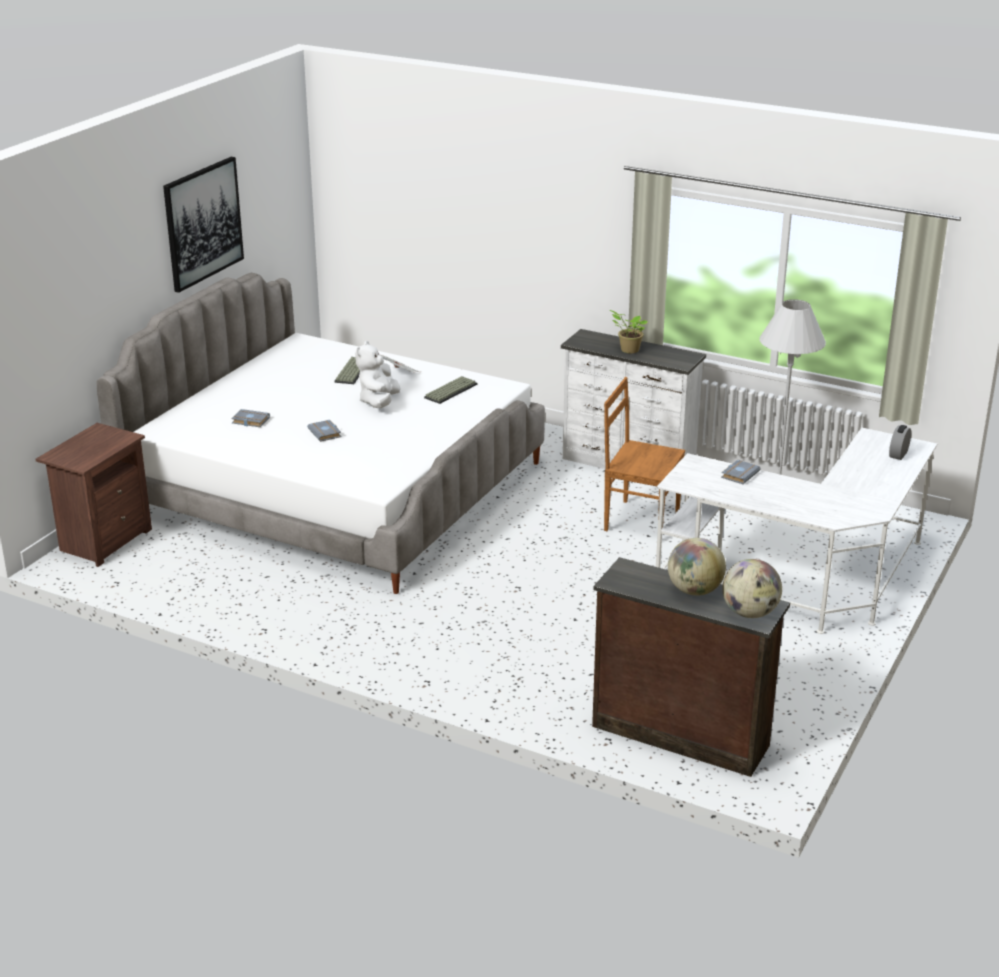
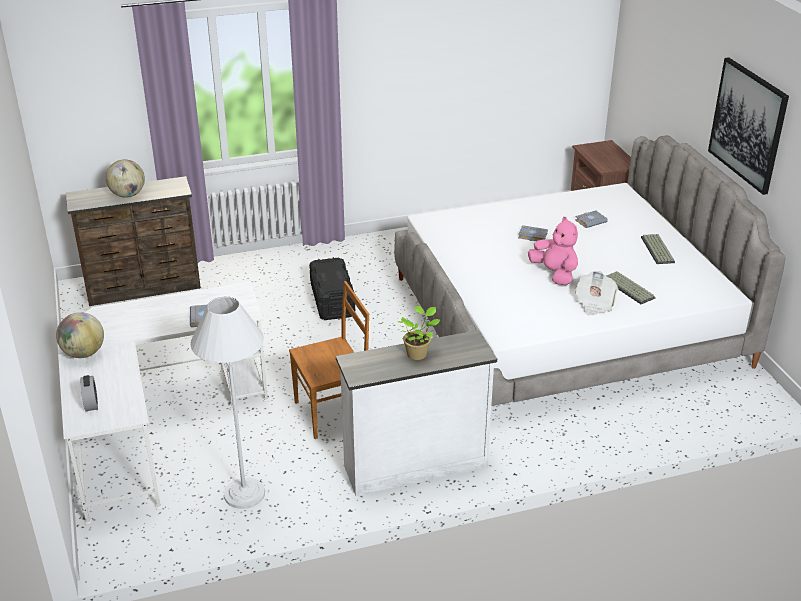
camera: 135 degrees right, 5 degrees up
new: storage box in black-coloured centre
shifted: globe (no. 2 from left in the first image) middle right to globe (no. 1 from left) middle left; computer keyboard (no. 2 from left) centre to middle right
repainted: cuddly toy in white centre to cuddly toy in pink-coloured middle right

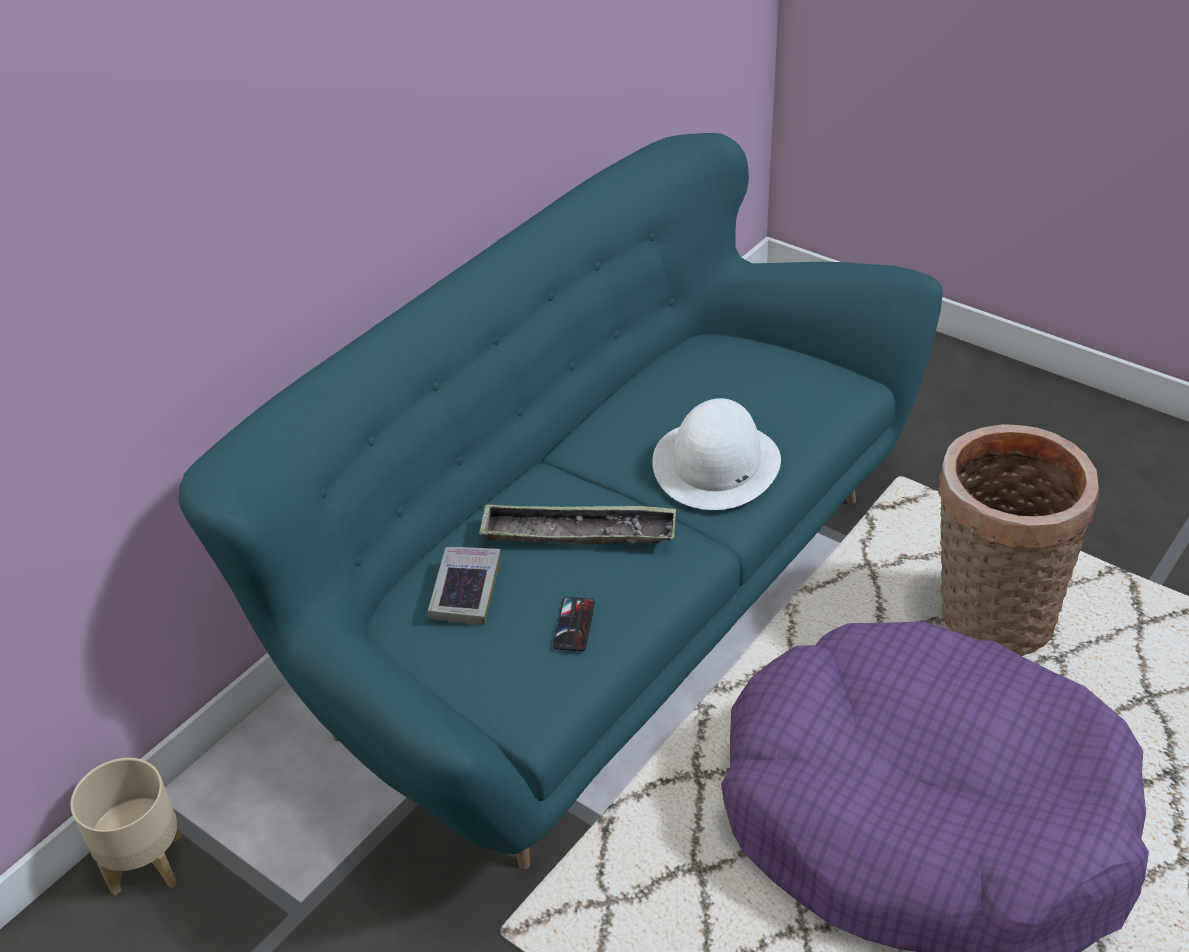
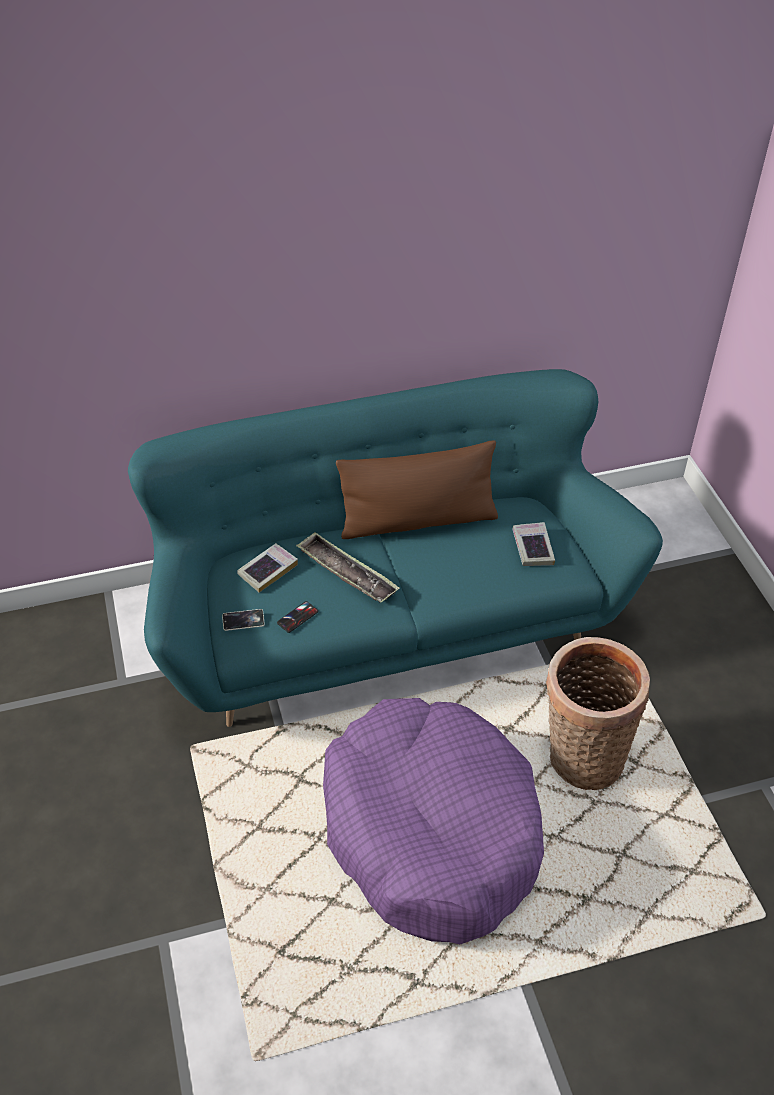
camera: 35 degrees right, 5 degrees up
gone: planter in beige bottom left; clothing hat in white centre
new: handset (no. 1 from left) middle left; throw pillow in brownish centre; bound book (no. 2 from left) middle right

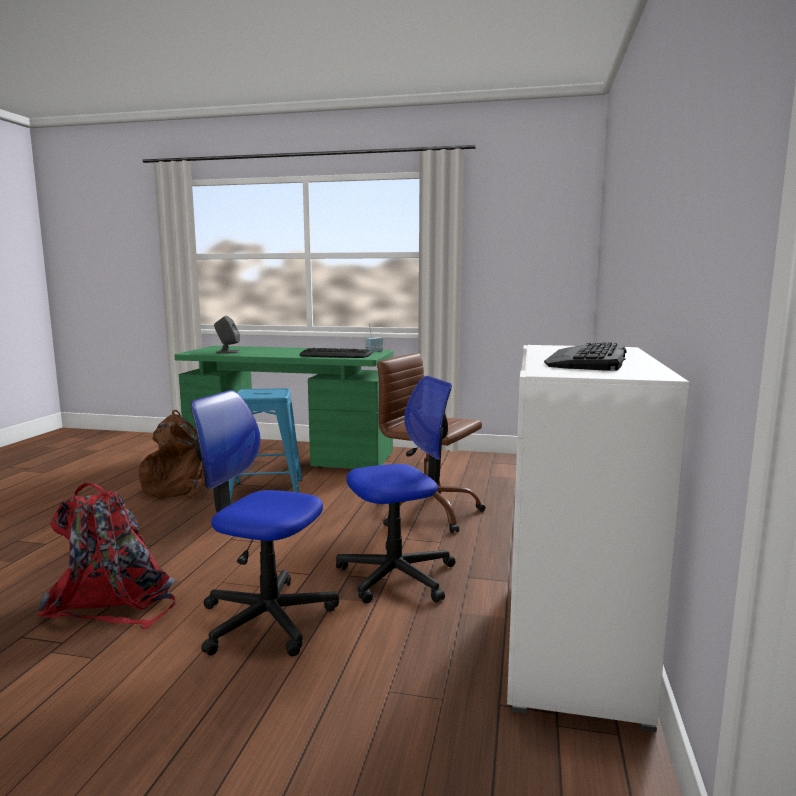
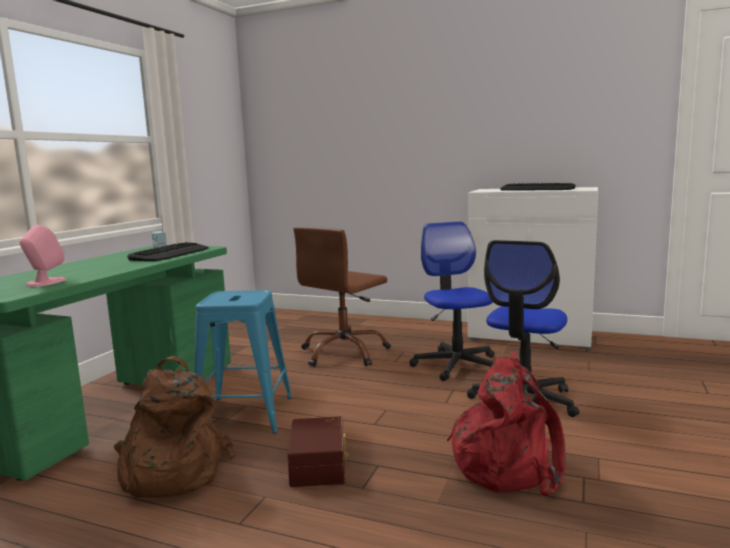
camera: 80 degrees left, 0 degrees up
new: storage box in brownish bottom centre
repainted: audio speaker in grey middle left to audio speaker in pink-coloured middle left

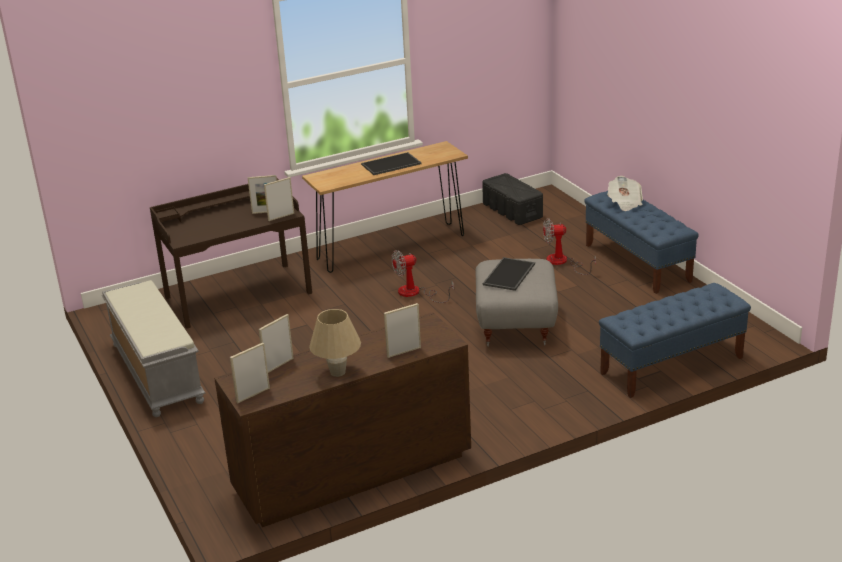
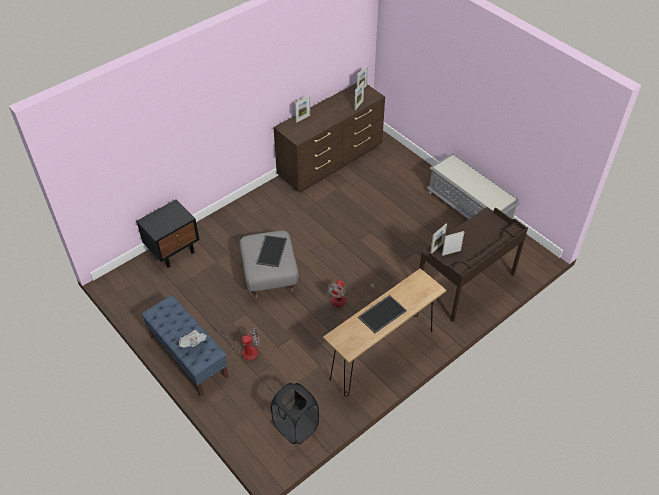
camera: 165 degrees right, 20 degrees up
gone: lamp for a table in beige centre
swapped: indoor bench in blue (no. 2 from left) middle right to bedside table in black-coloured middle left; storage box in black-coloured centre to hamper in black-coloured bottom centre
rotated: electric fan (no. 1 from left in the first image) centre = centre 150 degrees clockwise

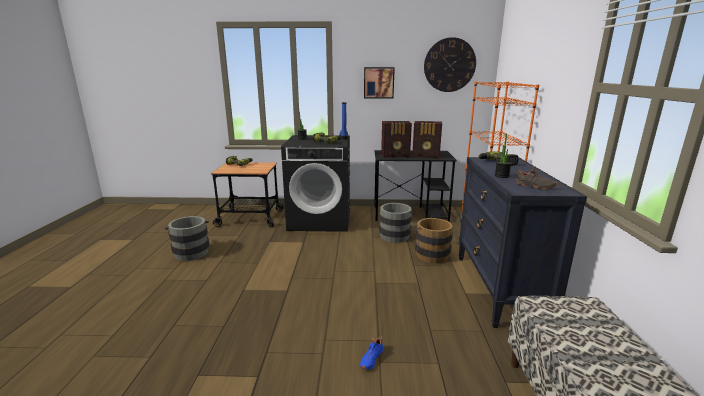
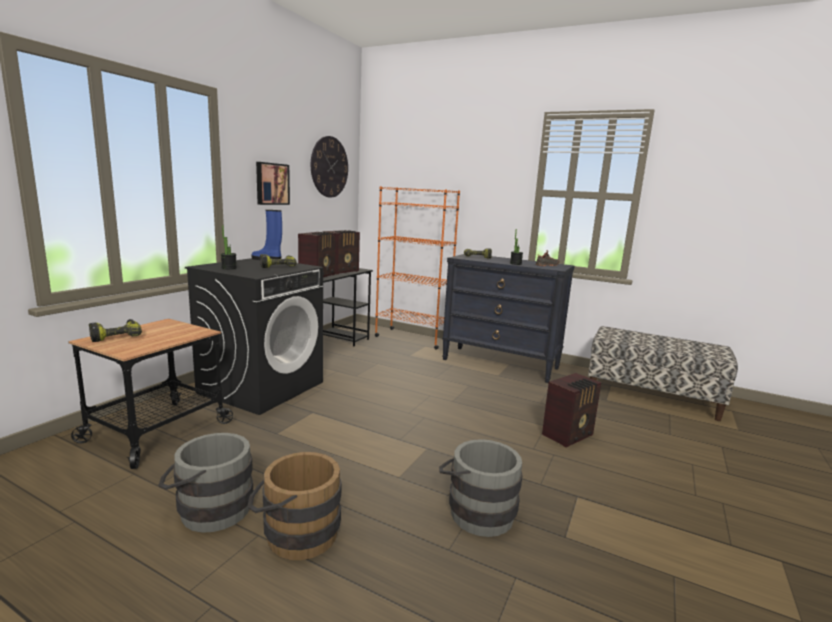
camera: 65 degrees left, 5 degrees down
shifted: bucket in brownish centre to bottom centre; bucket in grey (no. 2 from left) centre to bottom centre
swapped: shoe in blue bottom centre to radio (no. 3 from left) middle right

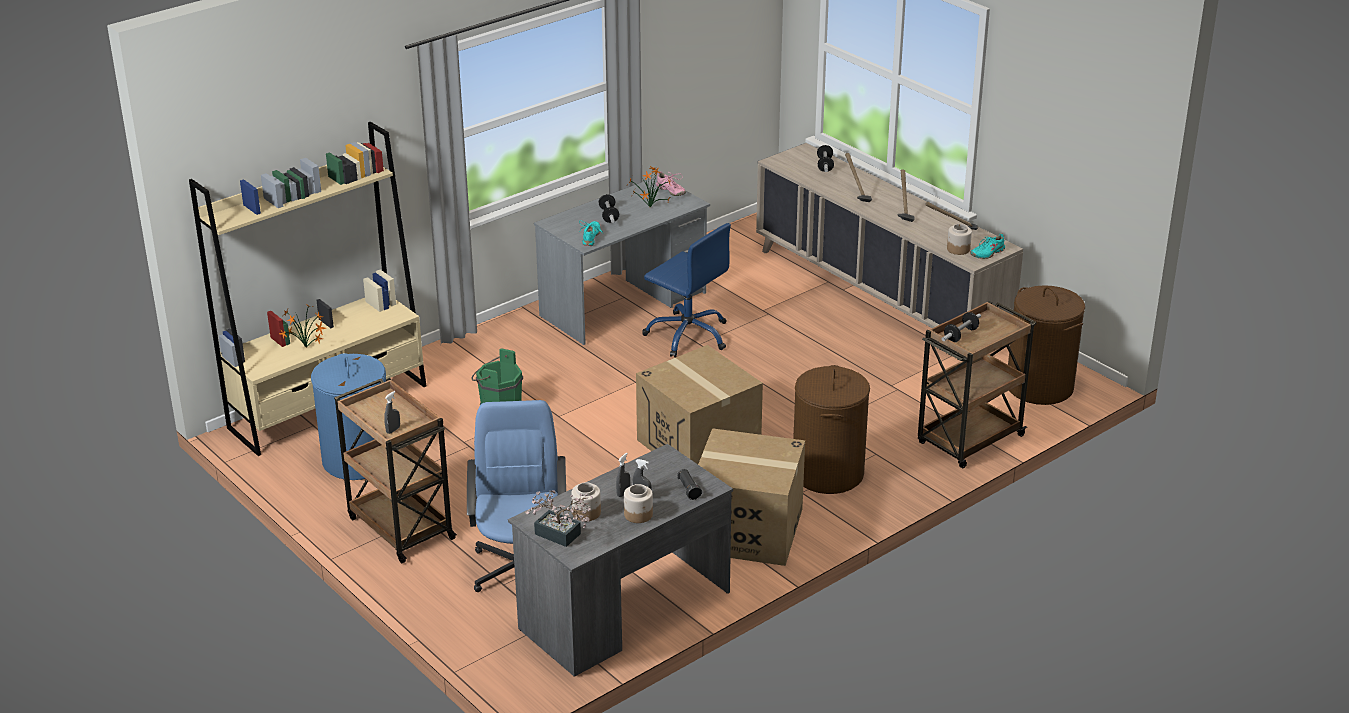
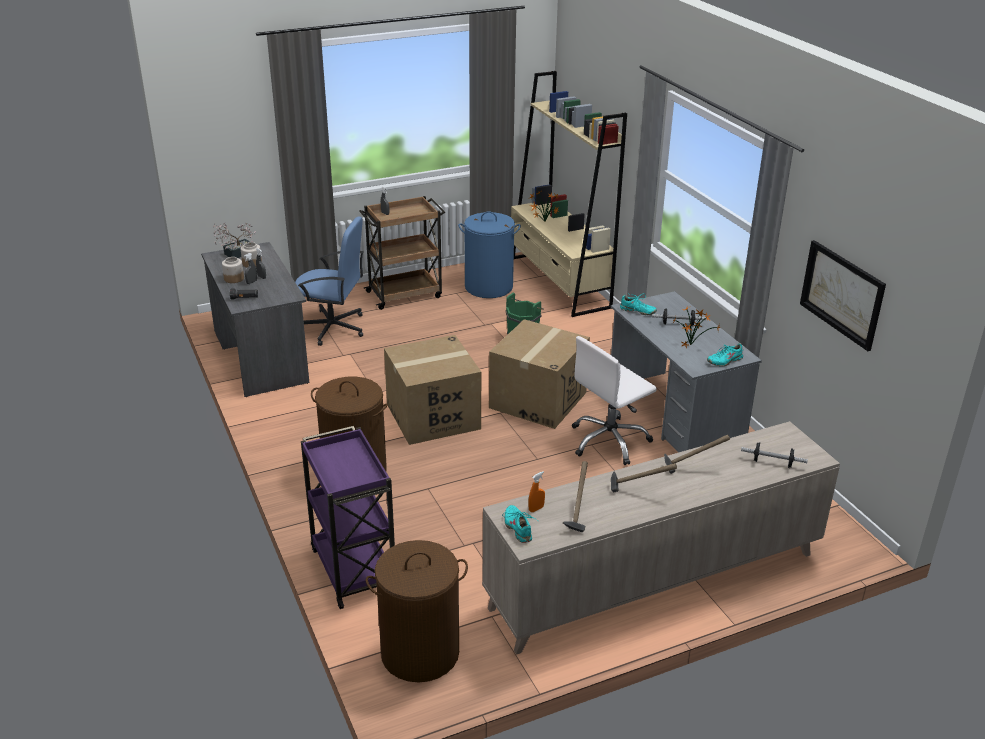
camera: 105 degrees right, 0 degrees up
gone: dumbbell (no. 3 from left) middle right
new: picture middle right
shifted: cardboard box (no. 2 from left) bottom centre to centre
swapped: preserve jar (no. 3 from left) middle right to spray bottle in orange-coloured centre
repainted: trolley in brownish (no. 2 from left) middle right to trolley in purple bottom centre; desk chair in blue (no. 2 from left) centre to desk chair in white centre; shoe in pink-coloured top centre to shoe in turquoise (no. 3 from left) middle right

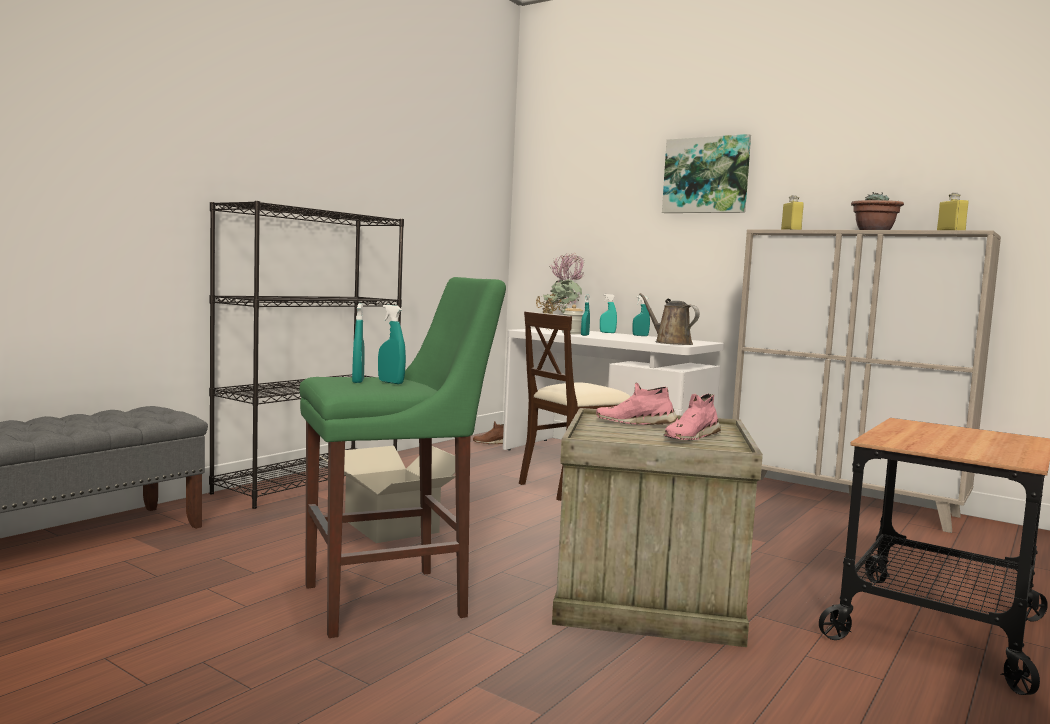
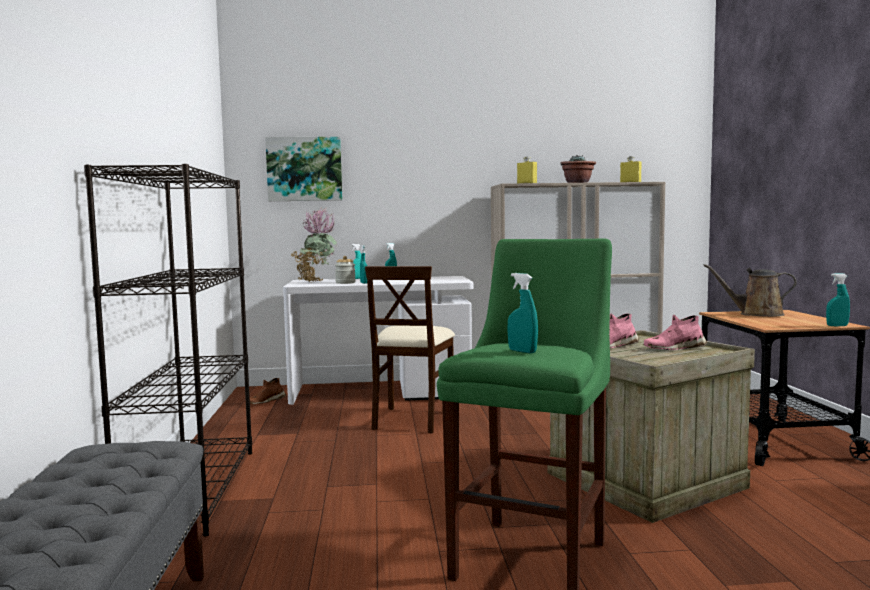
camera: 40 degrees left, 0 degrees up
gone: cardboard box bottom centre
shifted: picture top right to top centre; watering pot in brownish centre to middle right; spray bottle in turquoise (no. 2 from left in the first image) centre to spray bottle in turquoise (no. 5 from left) middle right
rotated: shoe in pink-coloured (no. 2 from left) centre = middle right 75 degrees clockwise

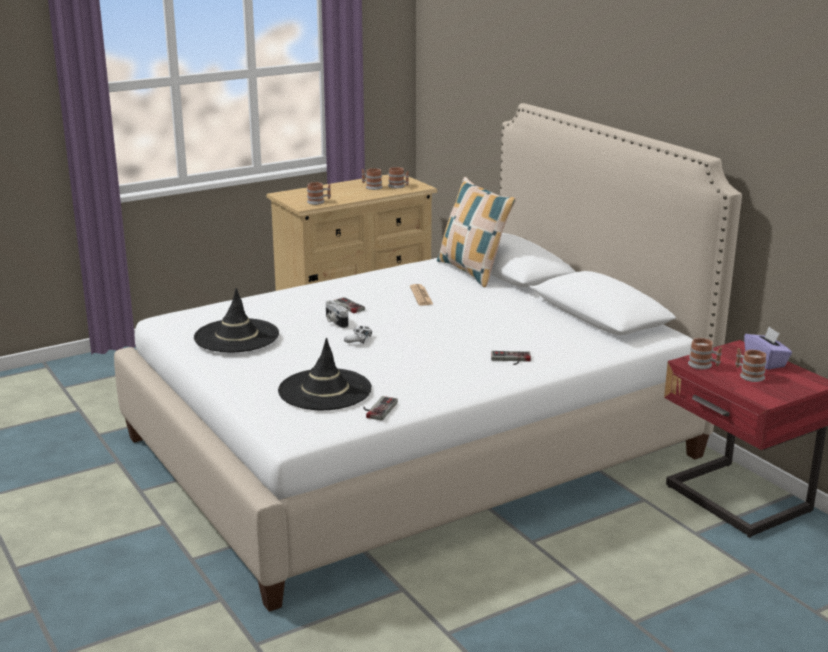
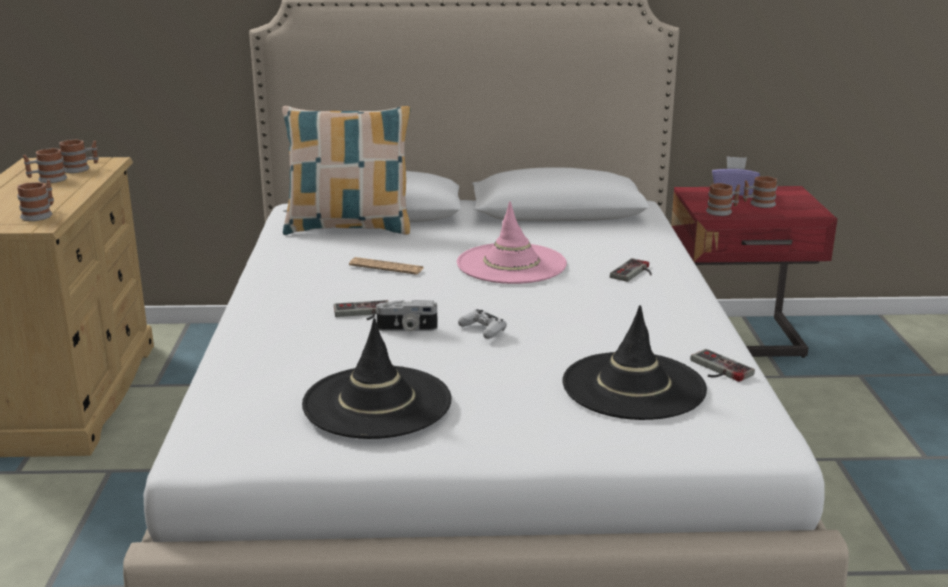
camera: 60 degrees left, 0 degrees up
new: clothing hat in pink-coloured centre

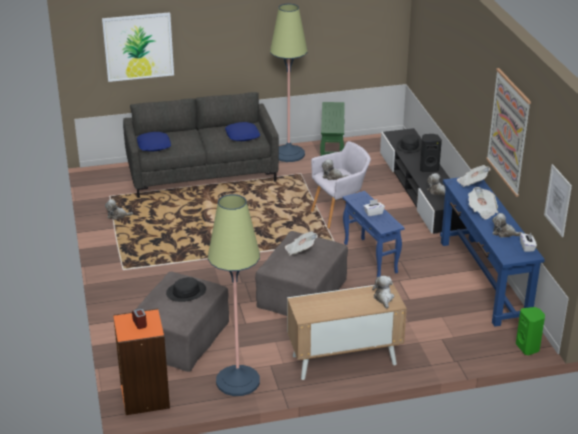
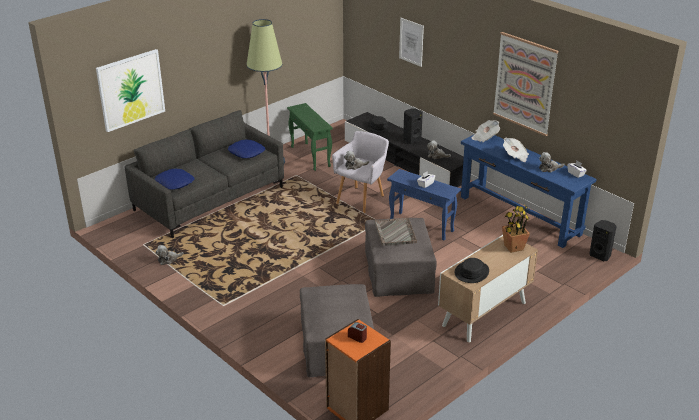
camera: 30 degrees left, 0 degrees up
gone: standing lamp (no. 1 from left) bottom centre
shifted: picture (no. 3 from left in the first image) middle right to picture (no. 2 from left) top centre; clothing hat in black-coloured (no. 1 from left in the first image) middle left to clothing hat in black-coloured (no. 2 from left) middle right
swapped: newspaper (no. 1 from left) centre to serving tray in grey centre; cuddly toy (no. 3 from left) bottom centre to plant in a pot middle right
repainted: audio speaker in green bottom right to audio speaker in black-coloured (no. 2 from left) middle right

